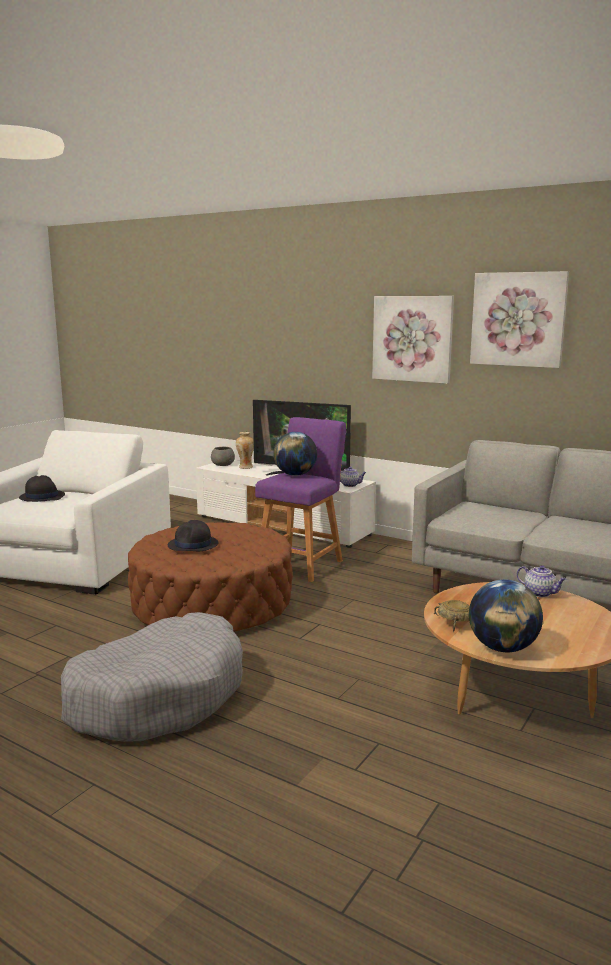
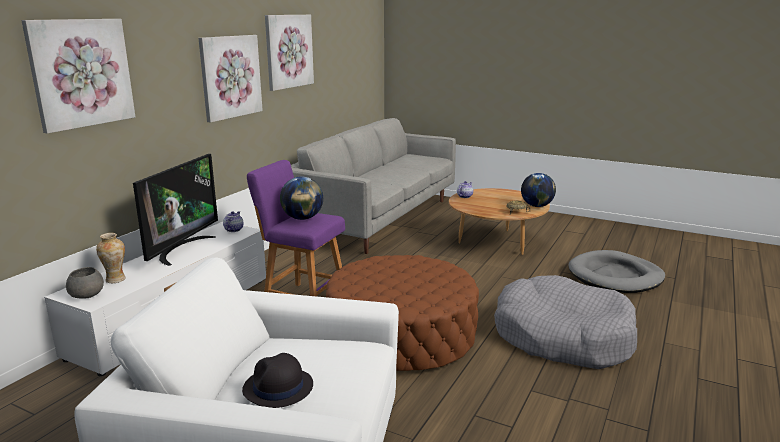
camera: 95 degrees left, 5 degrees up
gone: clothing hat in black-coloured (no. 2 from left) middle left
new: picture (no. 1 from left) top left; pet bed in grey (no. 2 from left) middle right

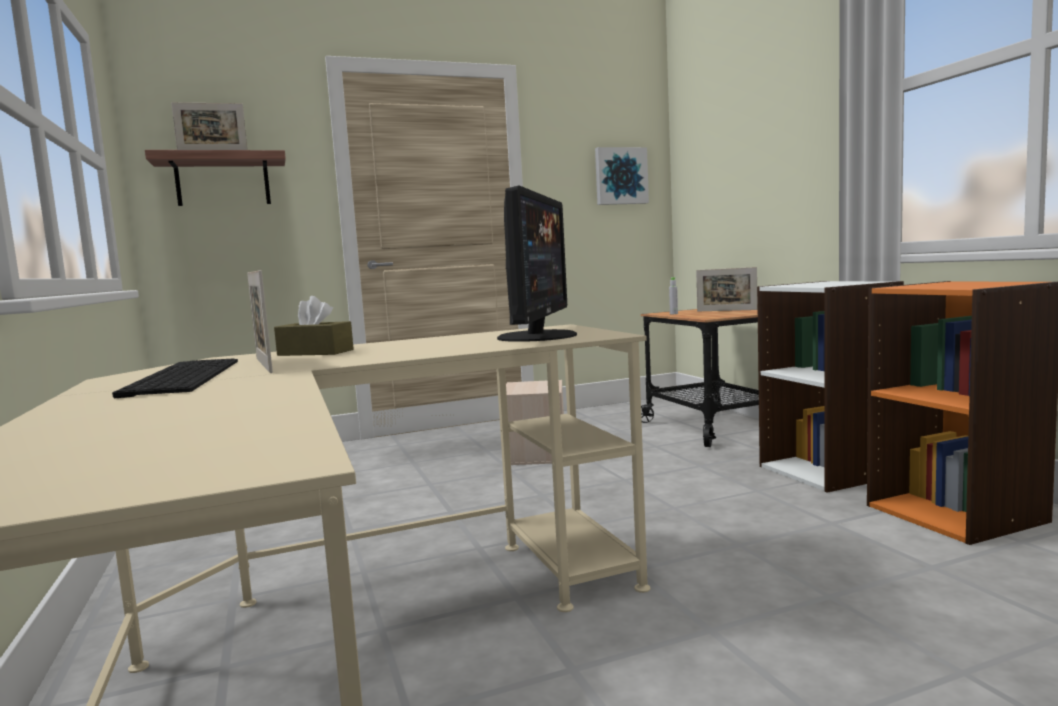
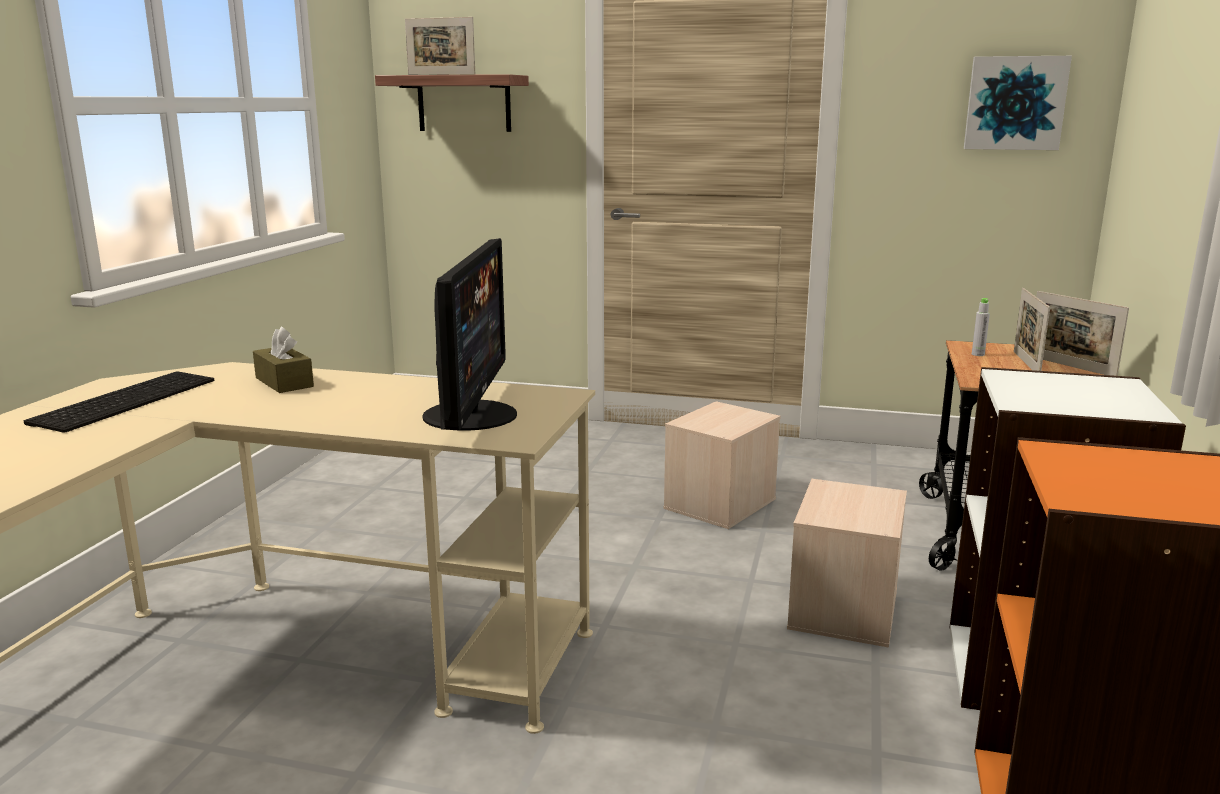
camera: 35 degrees right, 10 degrees up
new: storage box in beige (no. 2 from left) bottom right
shifted: photo frame (no. 2 from left) middle left to middle right
rotated: monitor centre = centre 45 degrees counterclockwise

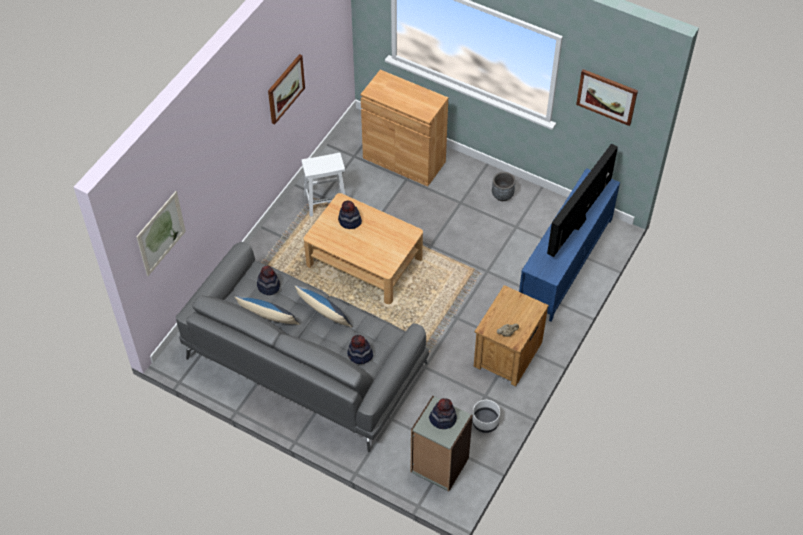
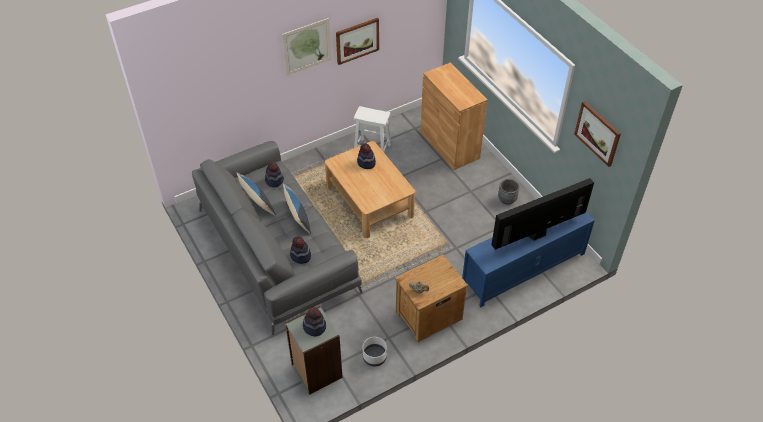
camera: 30 degrees right, 5 degrees down
shifted: picture (no. 1 from left) middle left to top centre

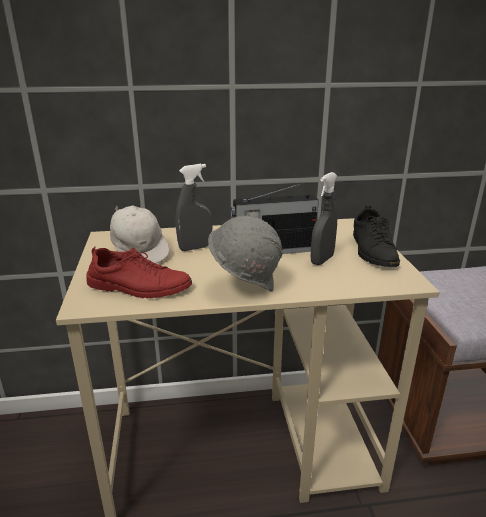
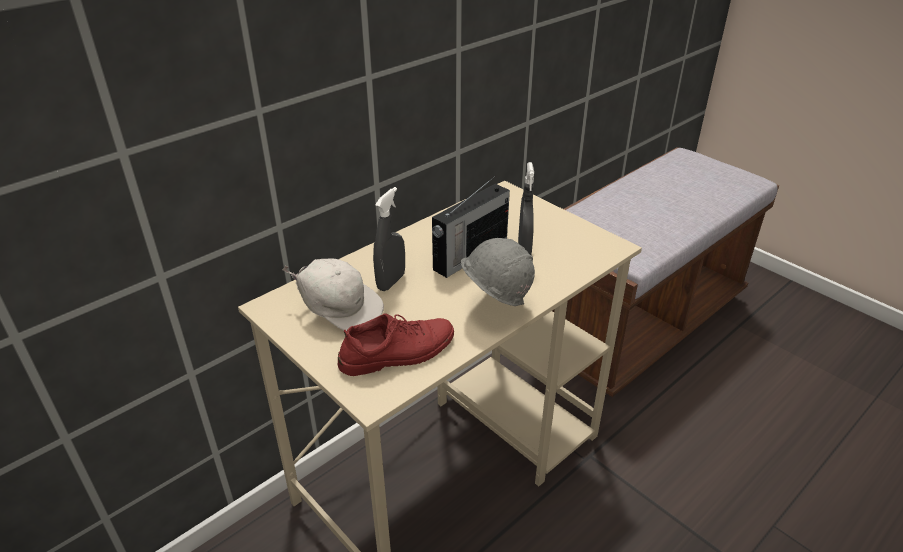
camera: 35 degrees left, 10 degrees up
gone: shoe in black-coloured middle right

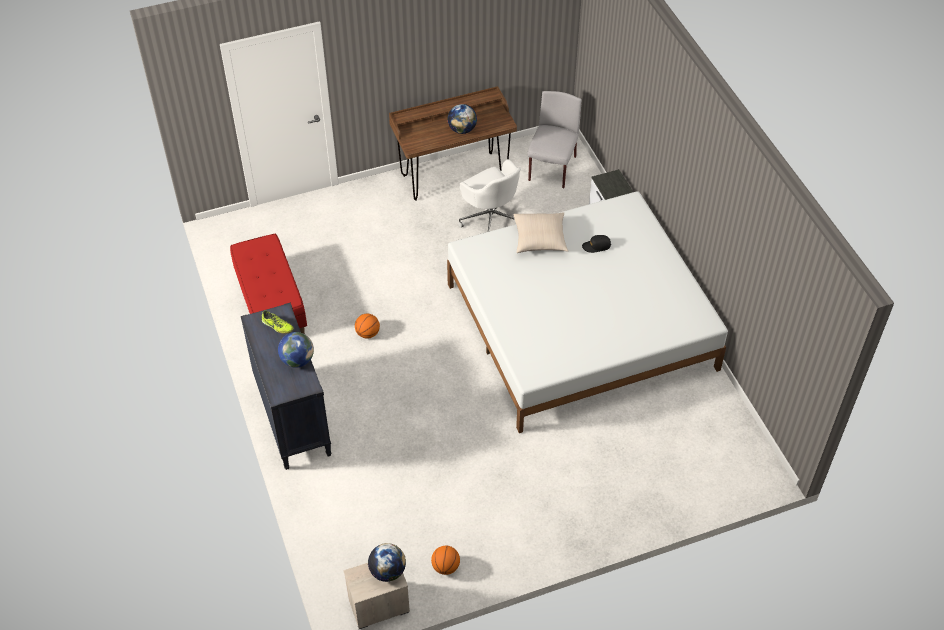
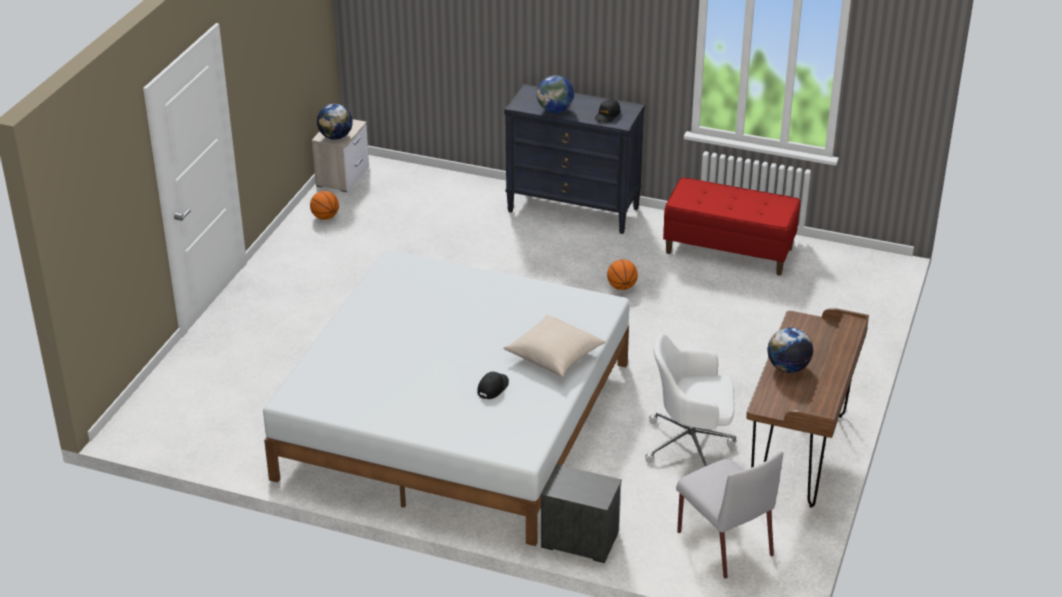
camera: 130 degrees right, 15 degrees down
swapped: shoe middle left to baseball cap in black-coloured (no. 2 from left) top centre

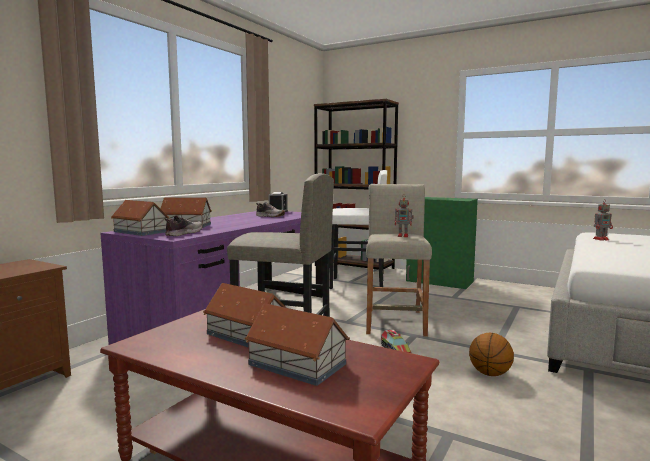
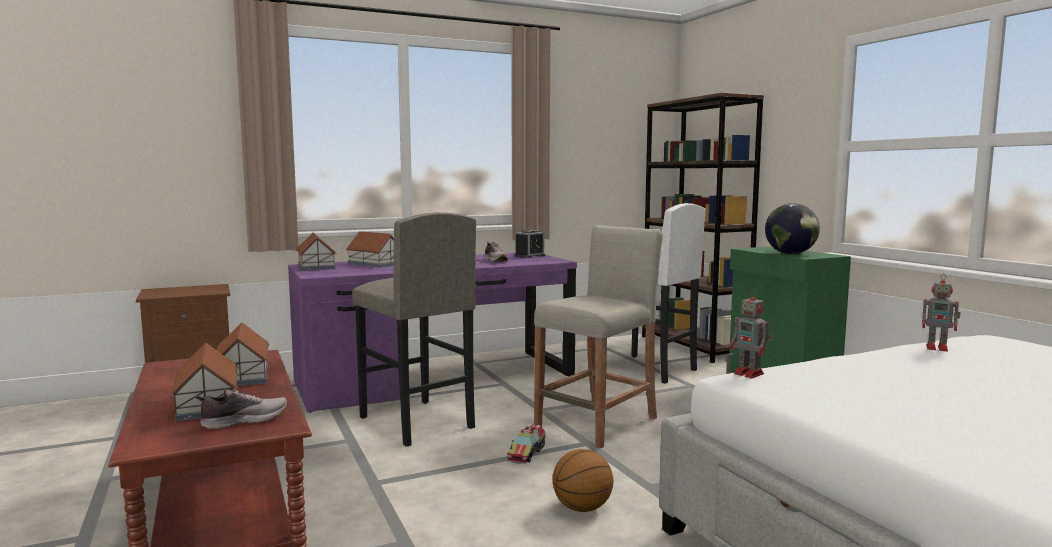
camera: 35 degrees right, 0 degrees up
new: globe middle right
shifted: shoe (no. 1 from left) middle left to bottom left; robot figure (no. 1 from left) centre to middle right

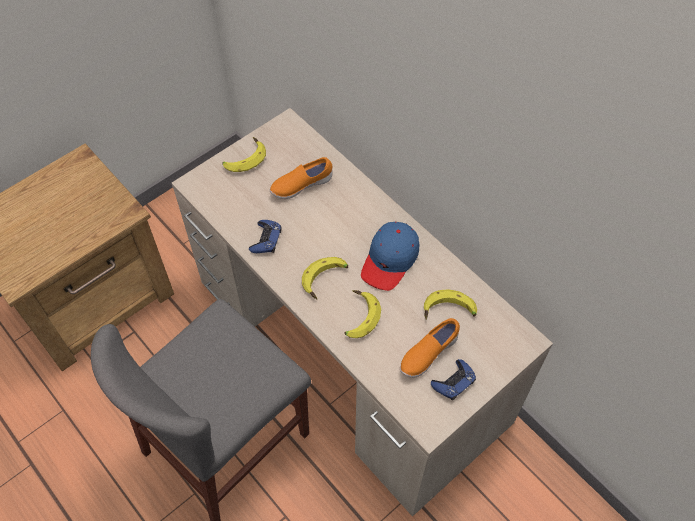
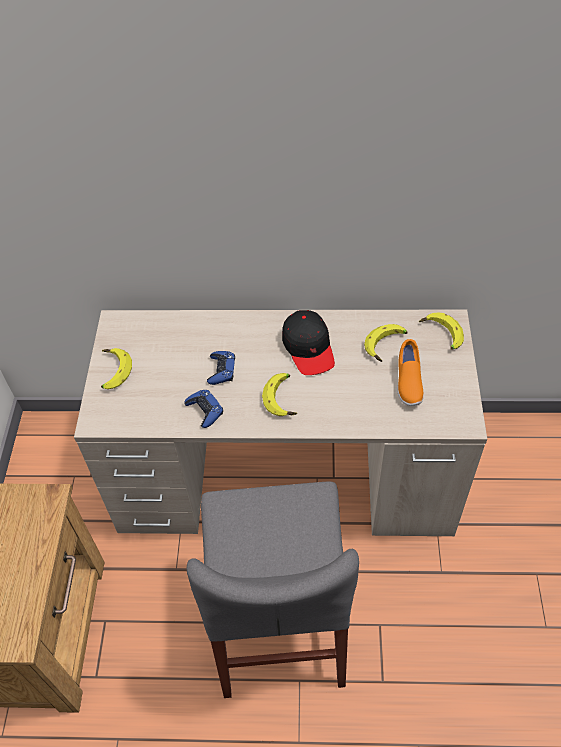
camera: 45 degrees left, 5 degrees down
gone: shoe in orange-coloured (no. 1 from left) centre
shifted: game controller in blue (no. 2 from left) bottom centre to centre; whole banana (no. 3 from left in the first image) centre to whole banana (no. 4 from left) middle right
repainted: baseball cap in blue centre to baseball cap in black-coloured centre

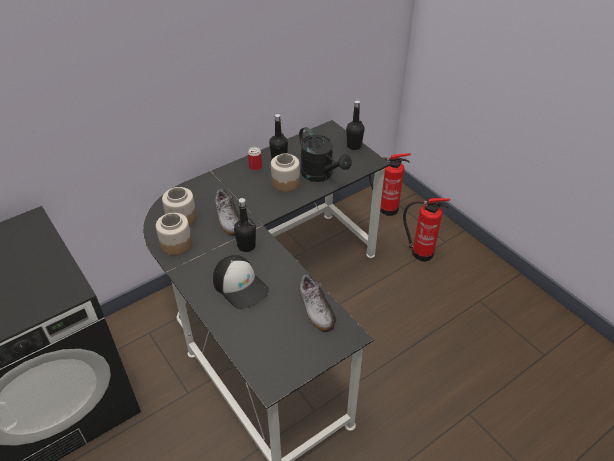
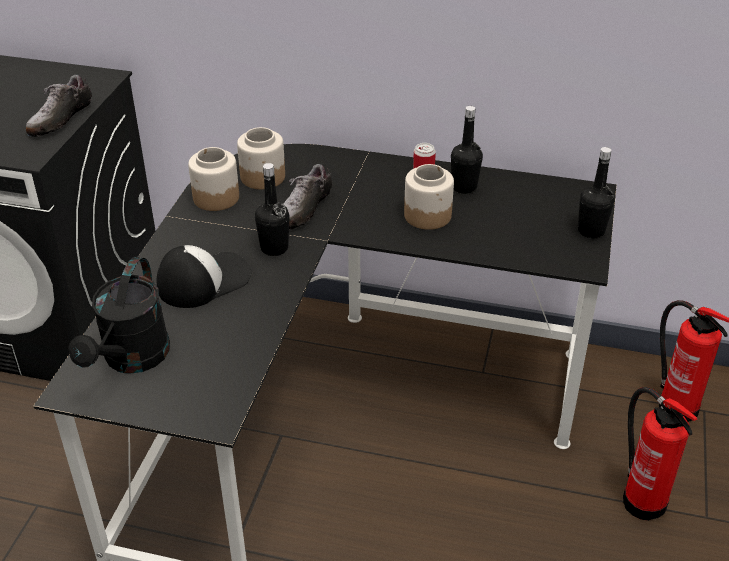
camera: 50 degrees right, 5 degrees down
shifted: shoe (no. 2 from left in the first image) centre to shoe (no. 1 from left) top left; watering pot in black-coloured centre to middle left
rotated: baseball cap centre = middle left 135 degrees counterclockwise

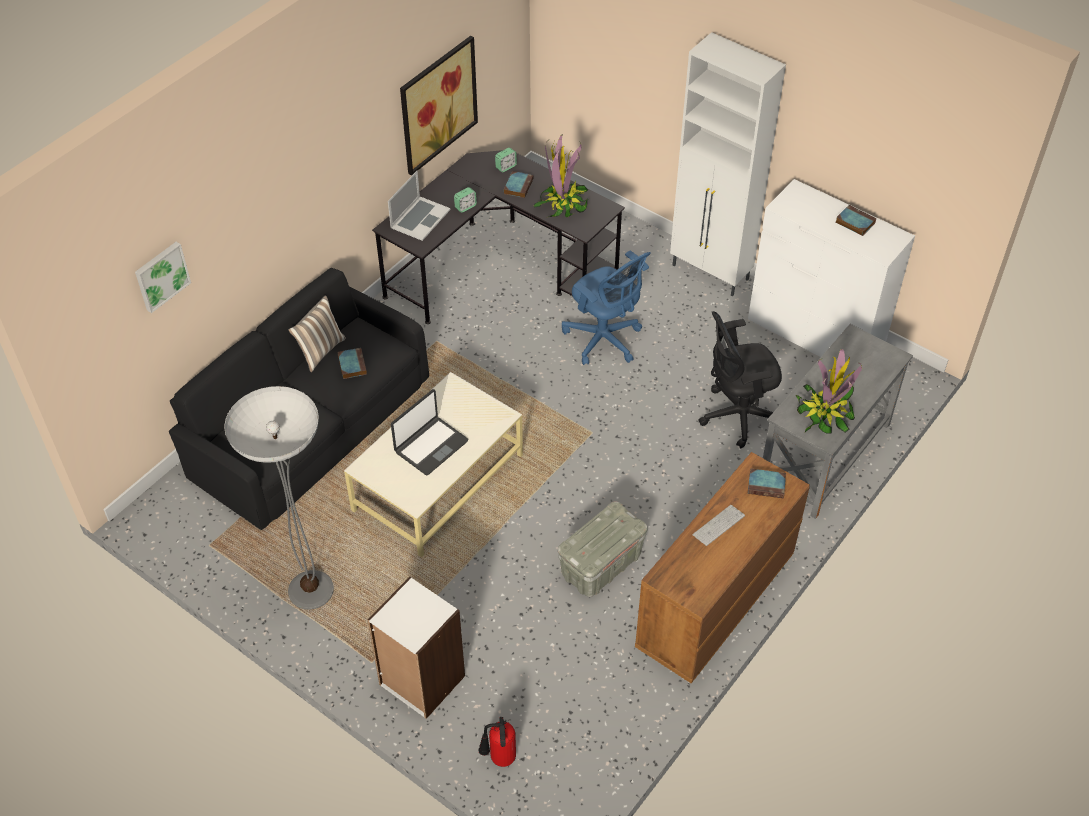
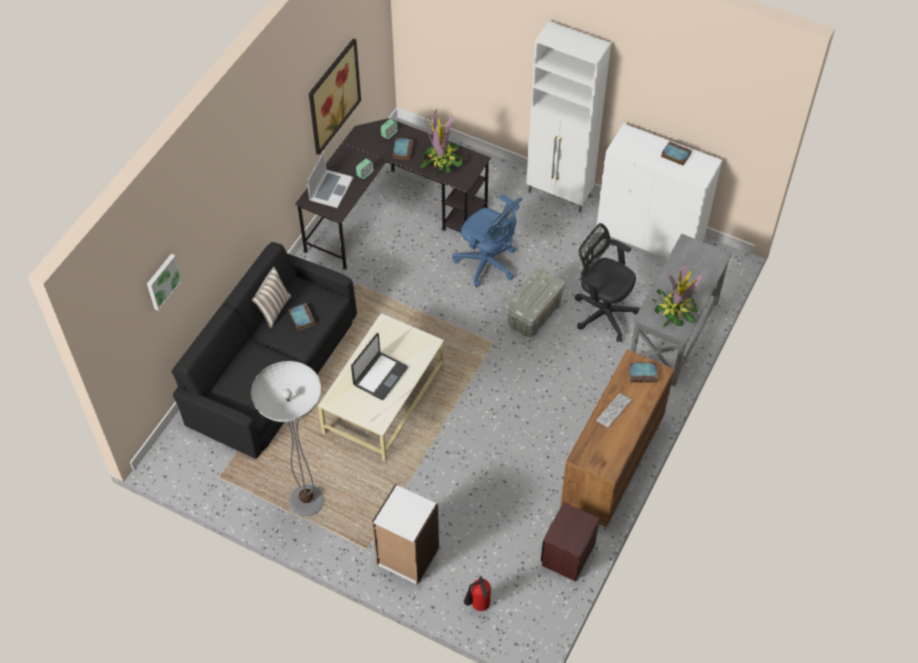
camera: 10 degrees left, 5 degrees up
new: bedside table in brownish bottom centre
shifted: storage box in grey bottom centre to centre
rotated: desk chair in black-coloured middle right = centre 60 degrees clockwise

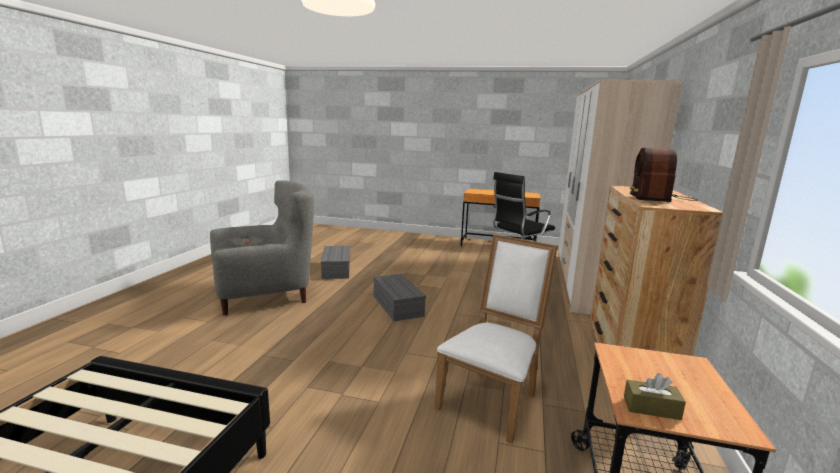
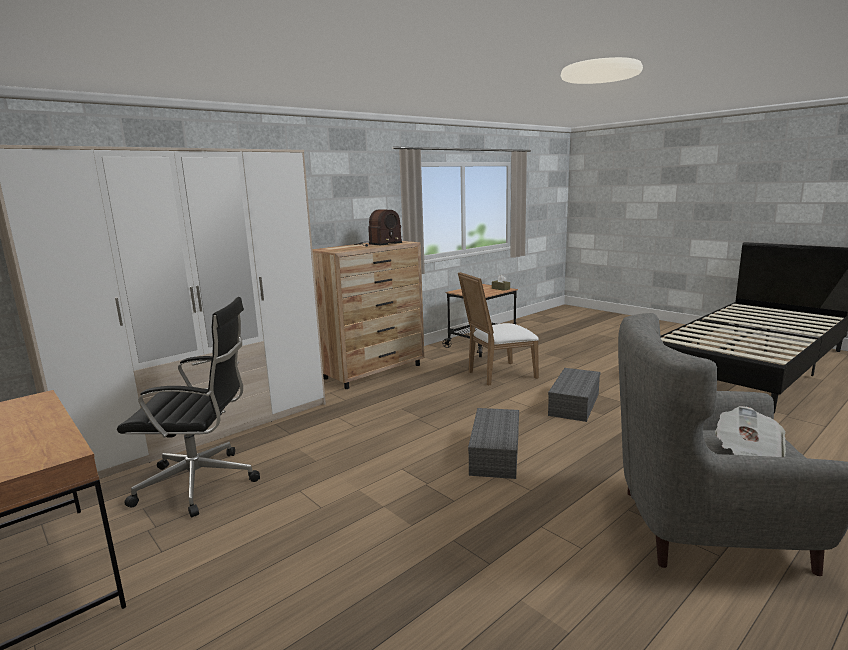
camera: 145 degrees left, 0 degrees up
shifted: storage box in grey (no. 1 from left in the first image) centre to storage box in grey (no. 2 from left) middle right

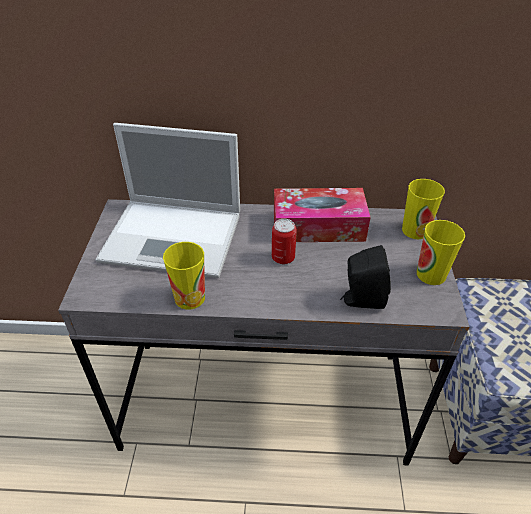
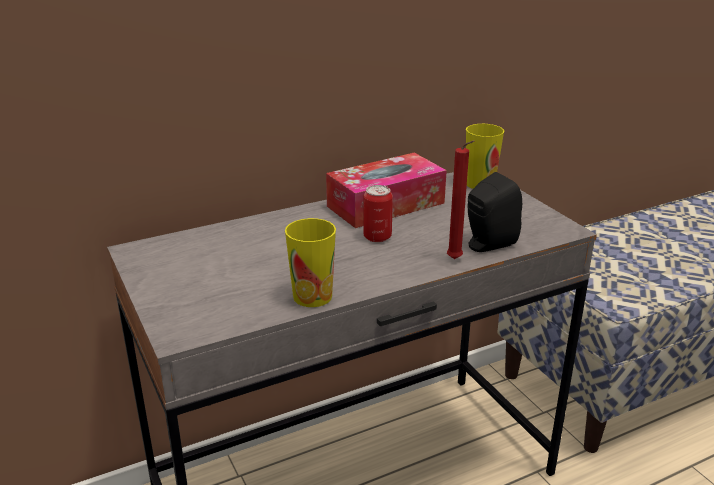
camera: 30 degrees left, 15 degrees down
gone: laptop middle left; cup (no. 3 from left) middle right
new: wax light in reddish centre

